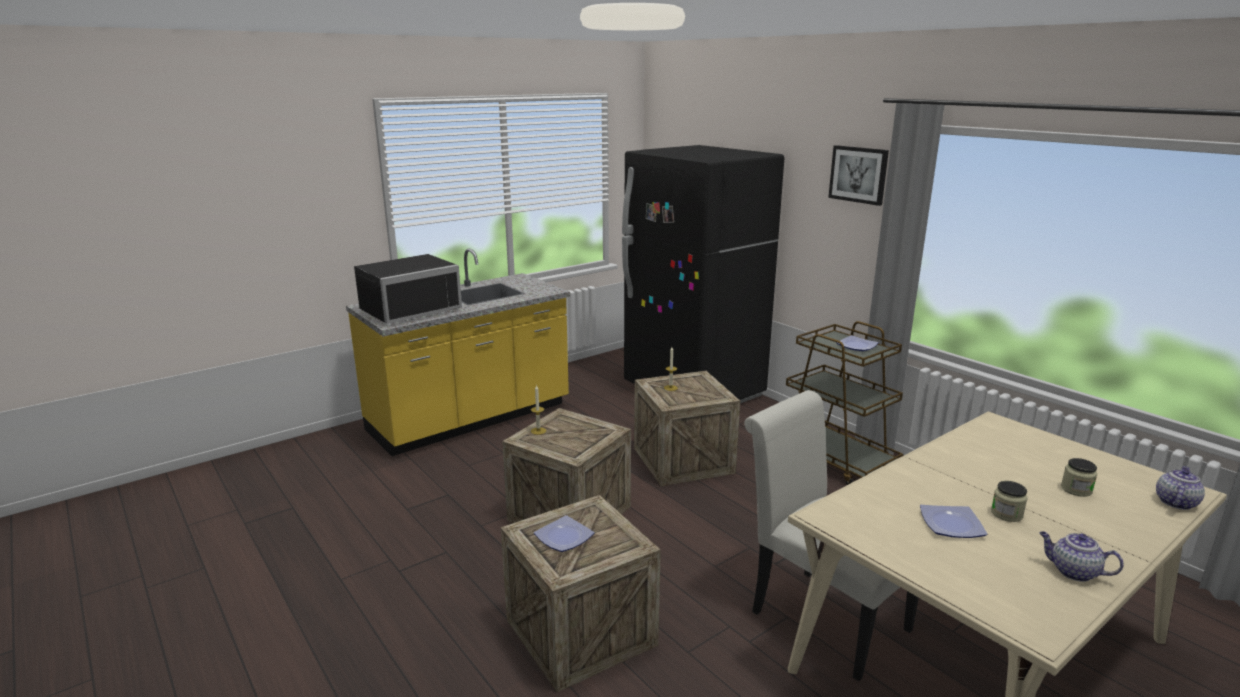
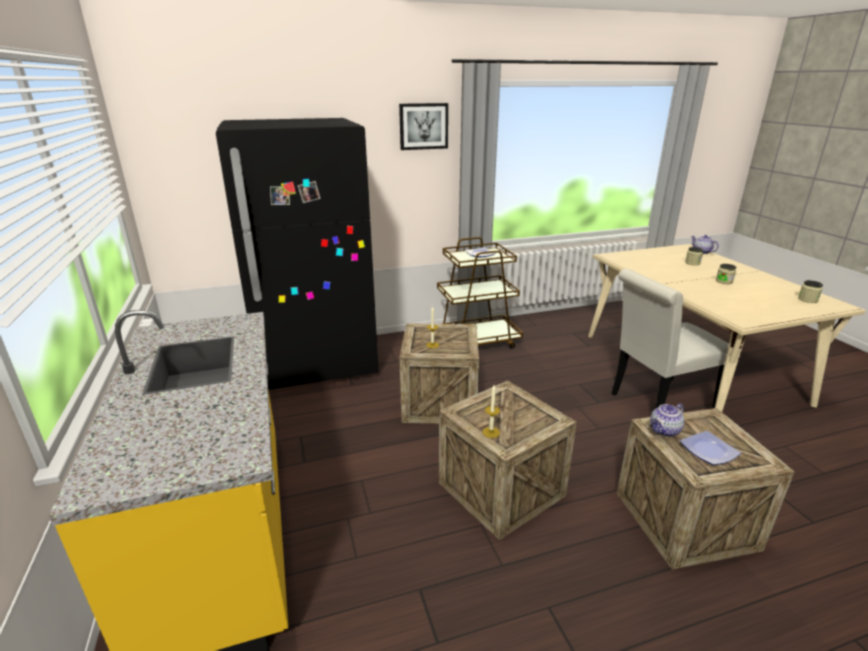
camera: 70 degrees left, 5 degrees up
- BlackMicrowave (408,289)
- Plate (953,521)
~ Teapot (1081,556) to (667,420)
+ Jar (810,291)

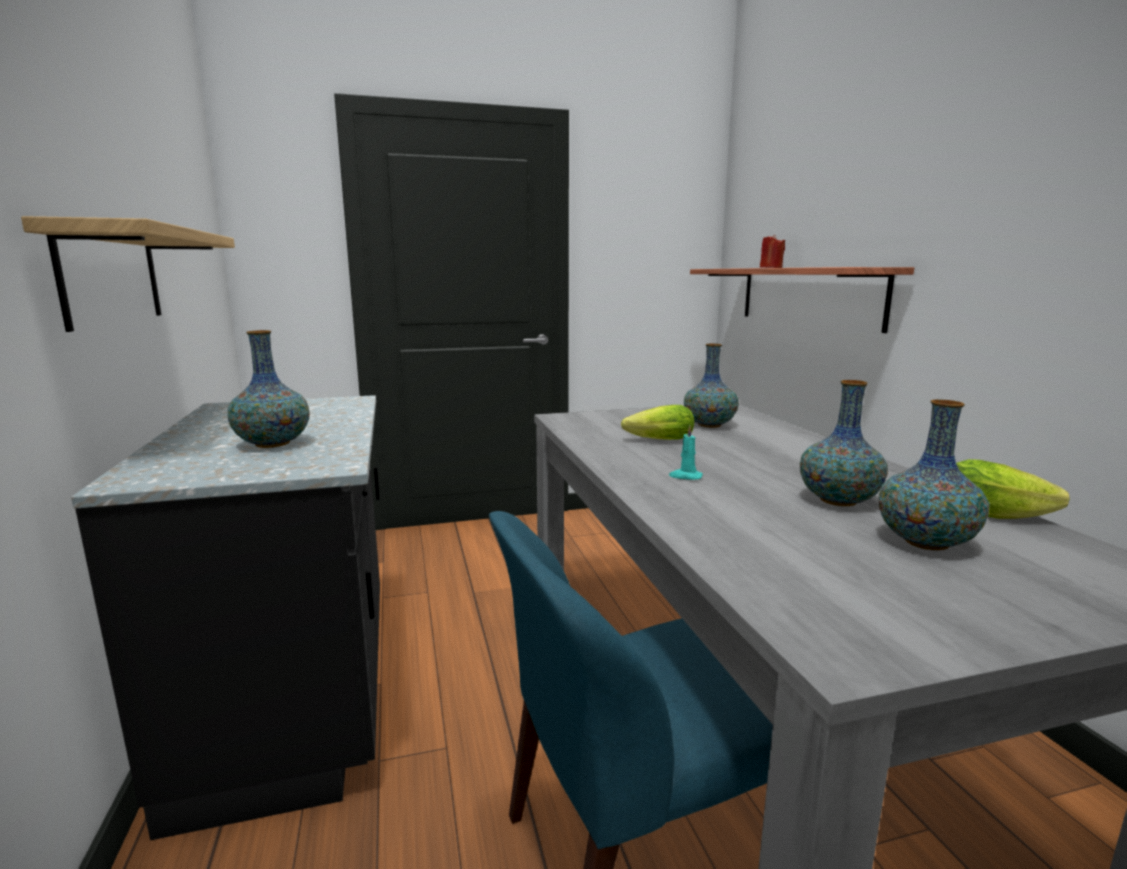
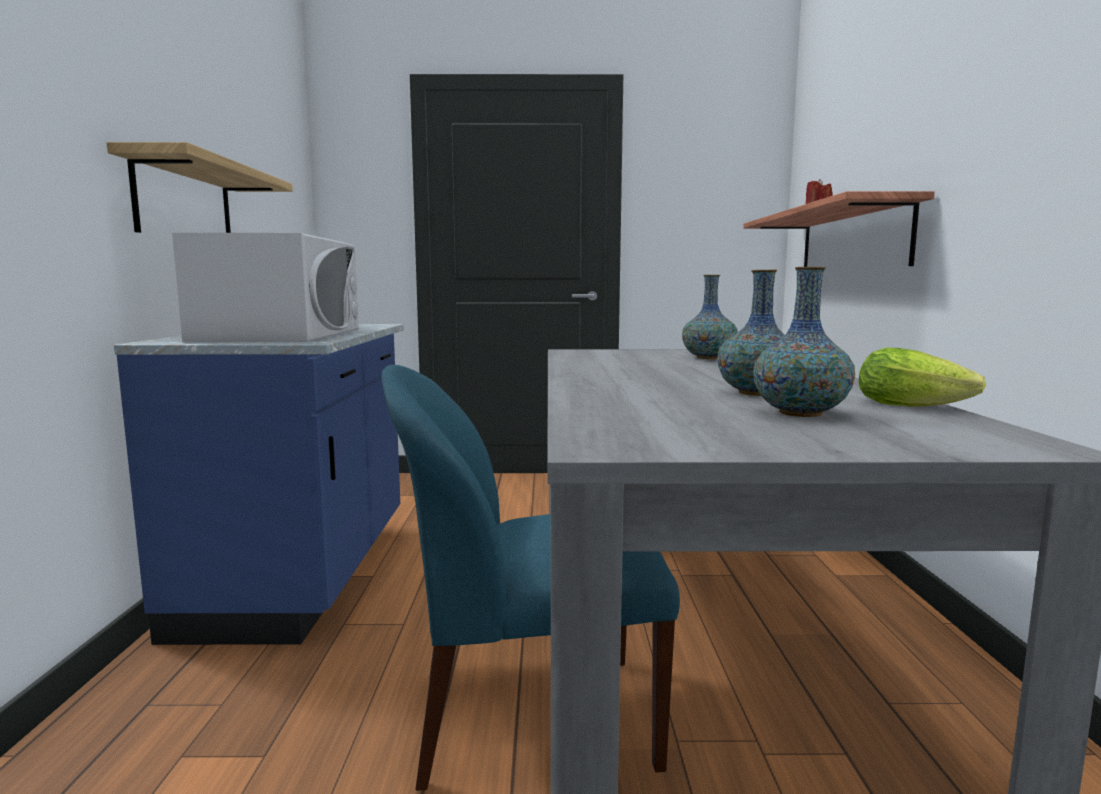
camera: 15 degrees right, 5 degrees down
~ BlackCounter (225,617) to BlueCounter (259,484)
~ Vase (269,389) to WhiteMicrowave (265,287)
- Lettuce (657,422)
- TurquoiseCandle (686,452)

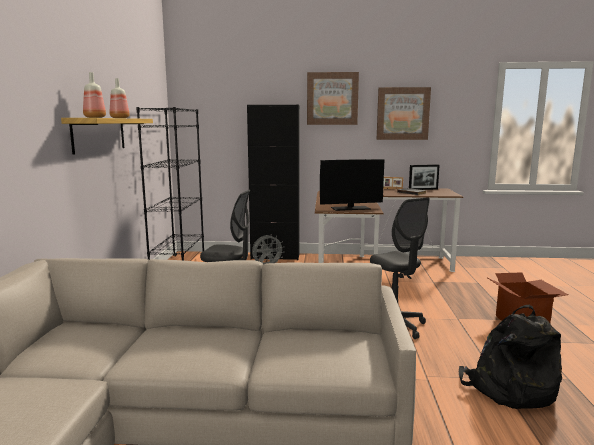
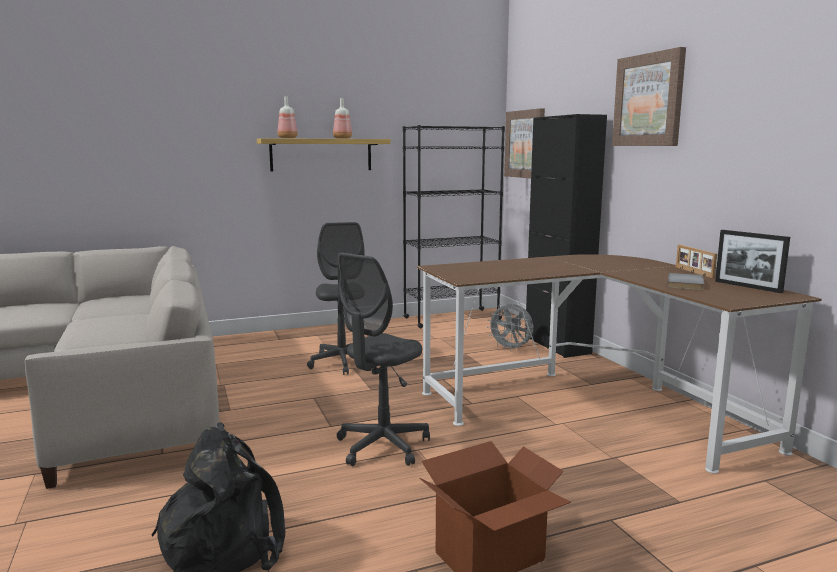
camera: 65 degrees right, 0 degrees up
- Monitor (352,185)
~ Picture (404,113) to (524,143)

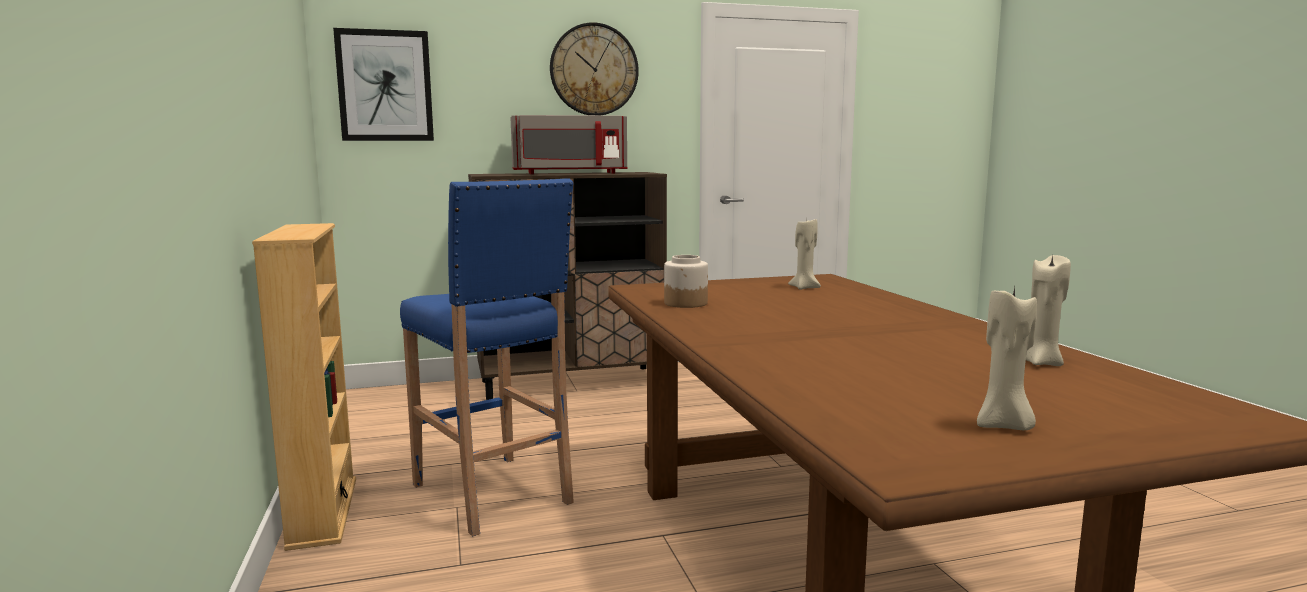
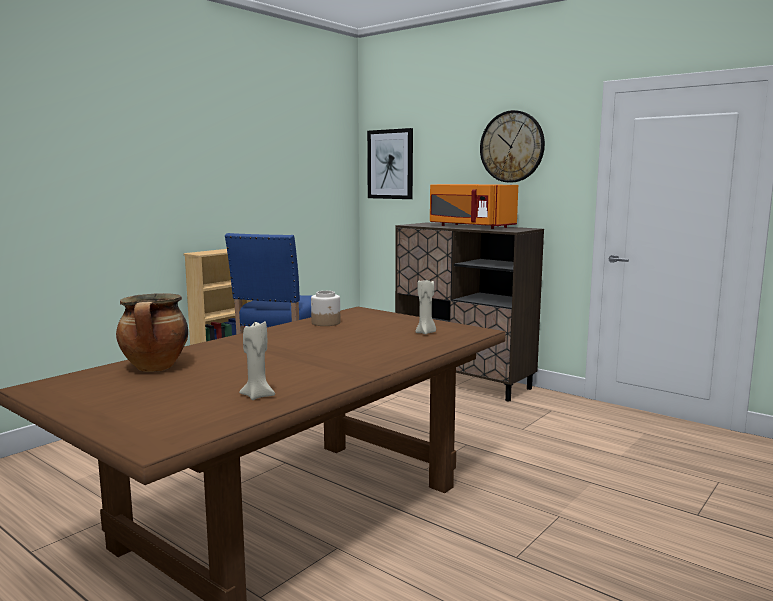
camera: 55 degrees right, 0 degrees up
~ GreyMicrowave (569,144) to OrangeMicrowave (474,206)
- BeigeCandle (1007,358)
+ CookingPot (152,332)

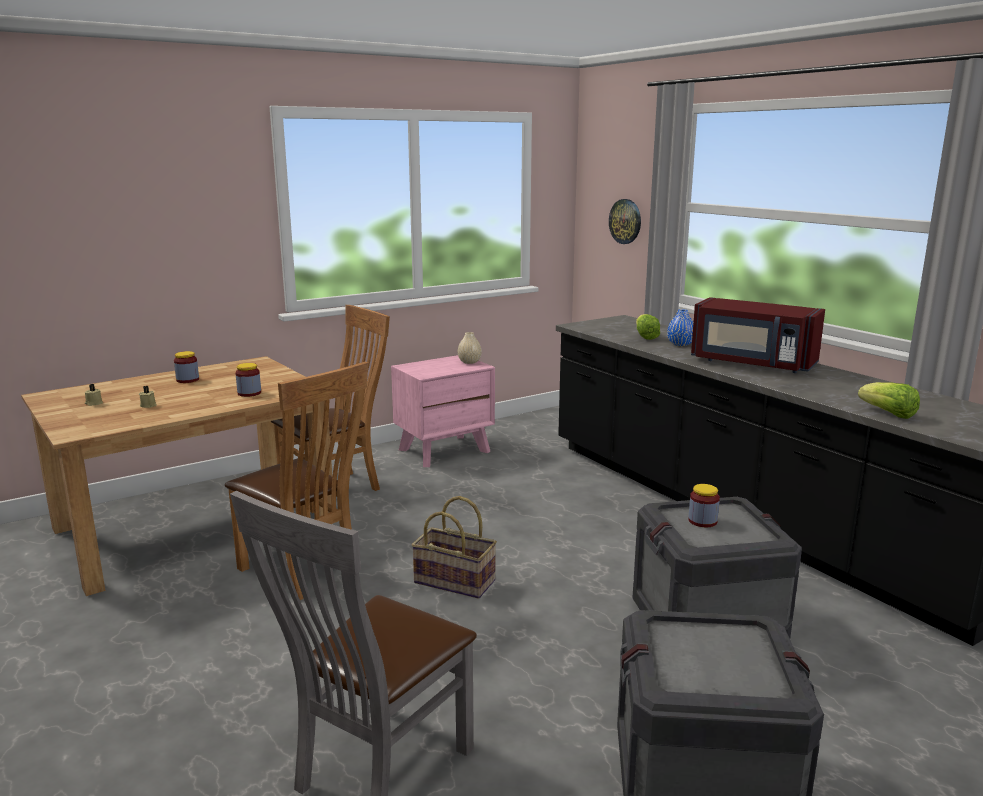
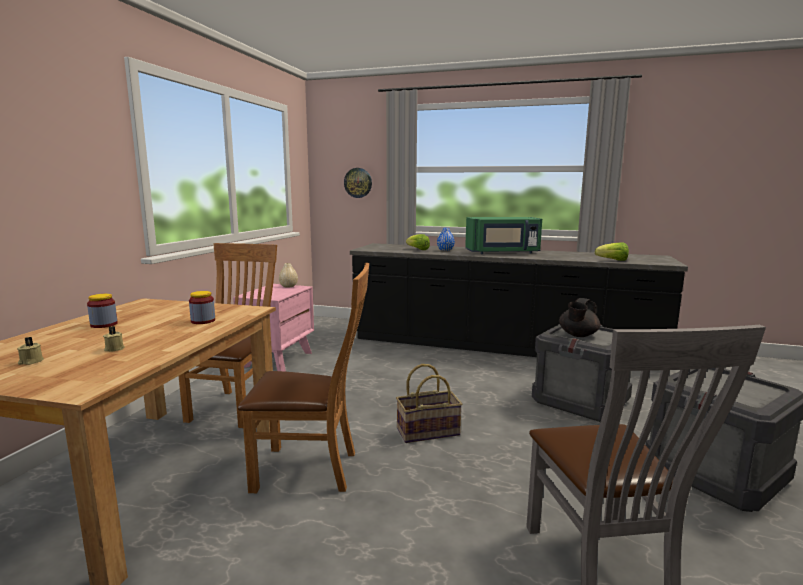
camera: 40 degrees left, 5 degrees down
~ Jar (704,505) to BlackTeapot (579,317)
~ RedMicrowave (758,335) to GreenMicrowave (503,235)

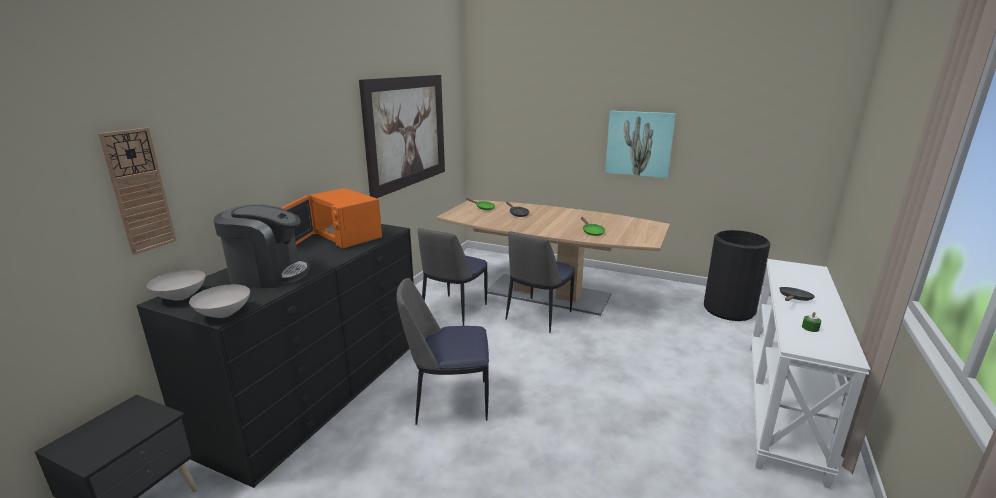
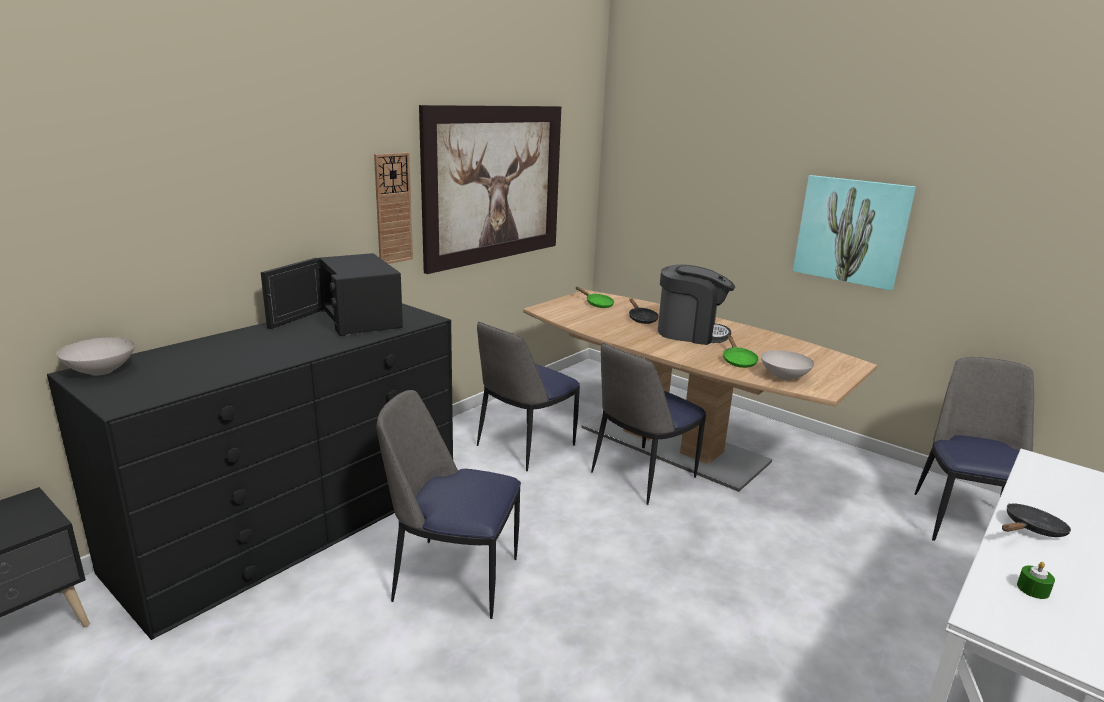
camera: 15 degrees right, 0 degrees up
~ WallClock (137,191) to (393,208)
~ WhiteBowl (219,301) to (787,365)
~ CoffeeMachine (261,246) to (696,304)
~ OrangeMicrowave (331,218) to BlackMicrowave (332,294)
~ BlackTrashCan (737,275) to Chair (974,449)

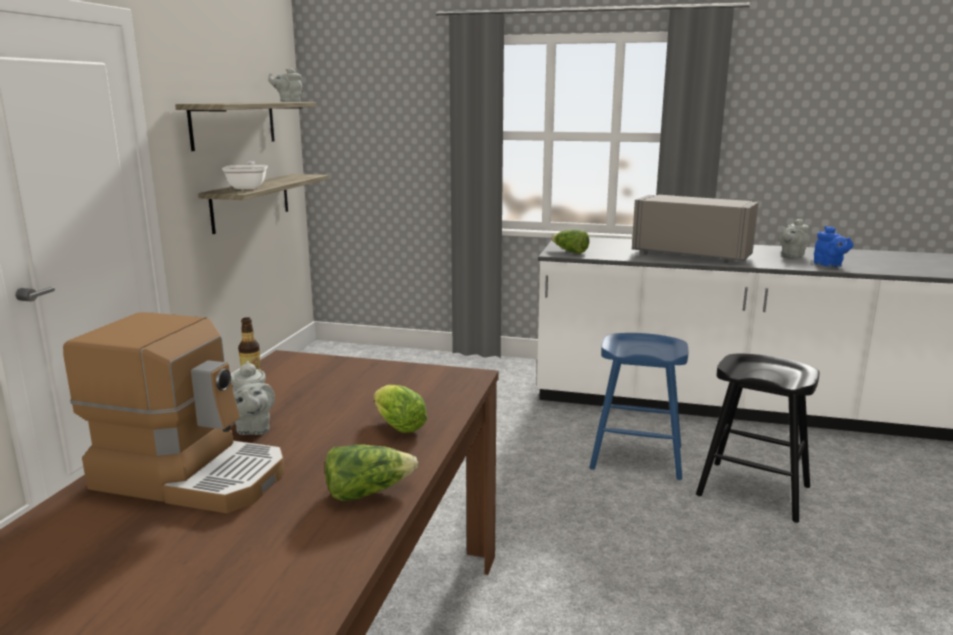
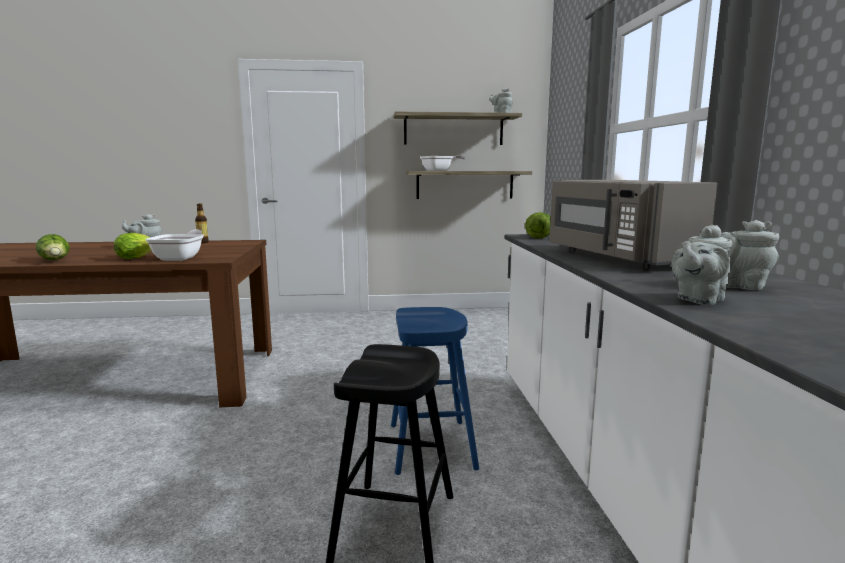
camera: 70 degrees right, 5 degrees down
- CoffeeMachine (174,412)
~ GreyMicrowave (695,229) = (633,224) 150 degrees clockwise
~ BlueTeapot (834,246) to GreyTeapot (701,265)
+ FryingPan (175,245)

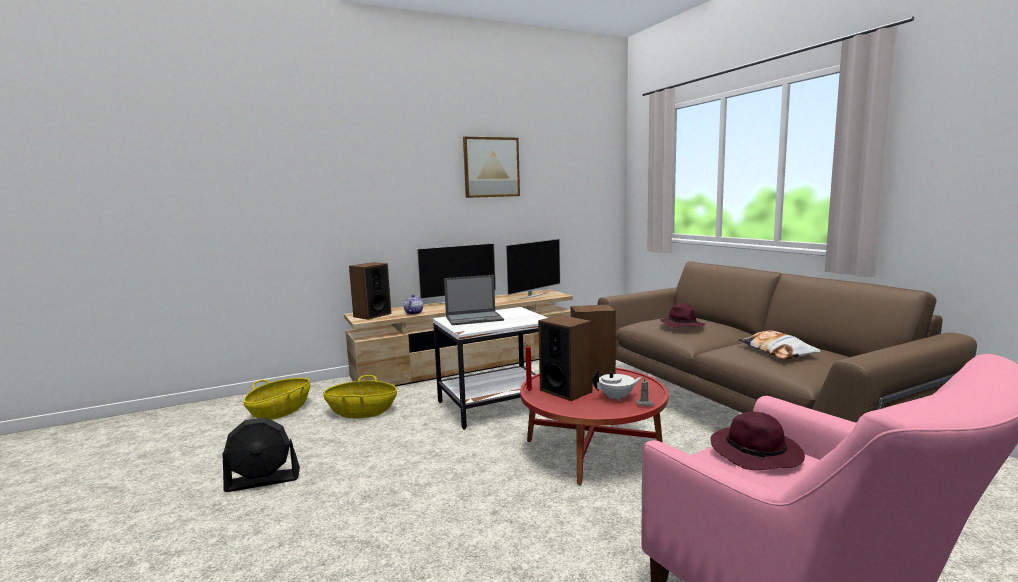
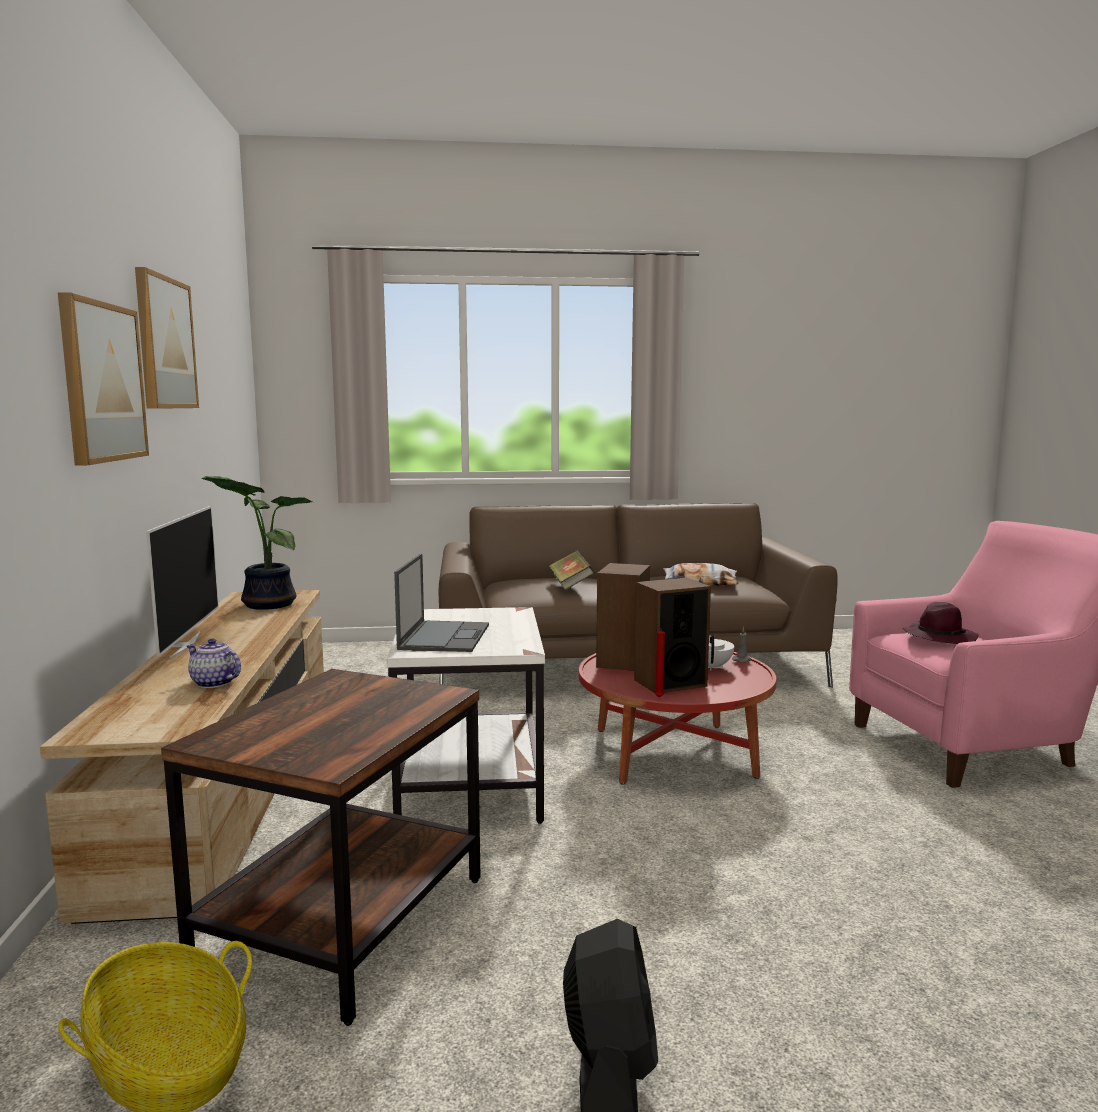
camera: 70 degrees left, 0 degrees up
~ Basket (360,396) to BrownSideTable (320,847)
- Speaker (370,291)
~ Television (533,268) to PottedPlant (256,543)
~ PurpleHat (682,315) to Book (571,570)
+ Picture (103,378)

